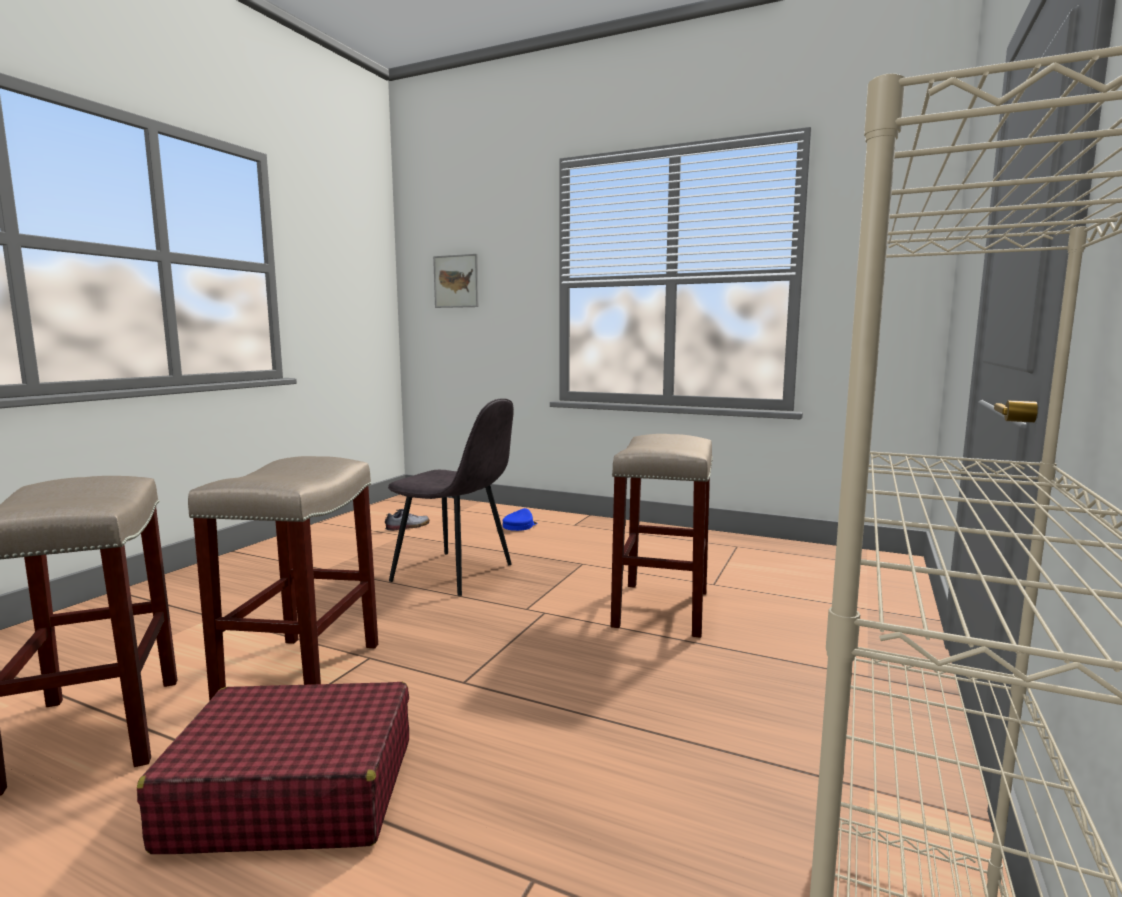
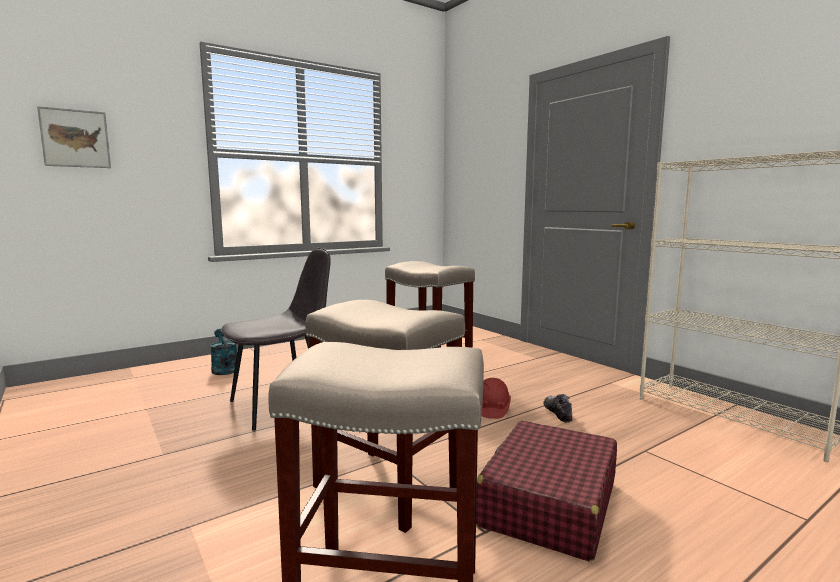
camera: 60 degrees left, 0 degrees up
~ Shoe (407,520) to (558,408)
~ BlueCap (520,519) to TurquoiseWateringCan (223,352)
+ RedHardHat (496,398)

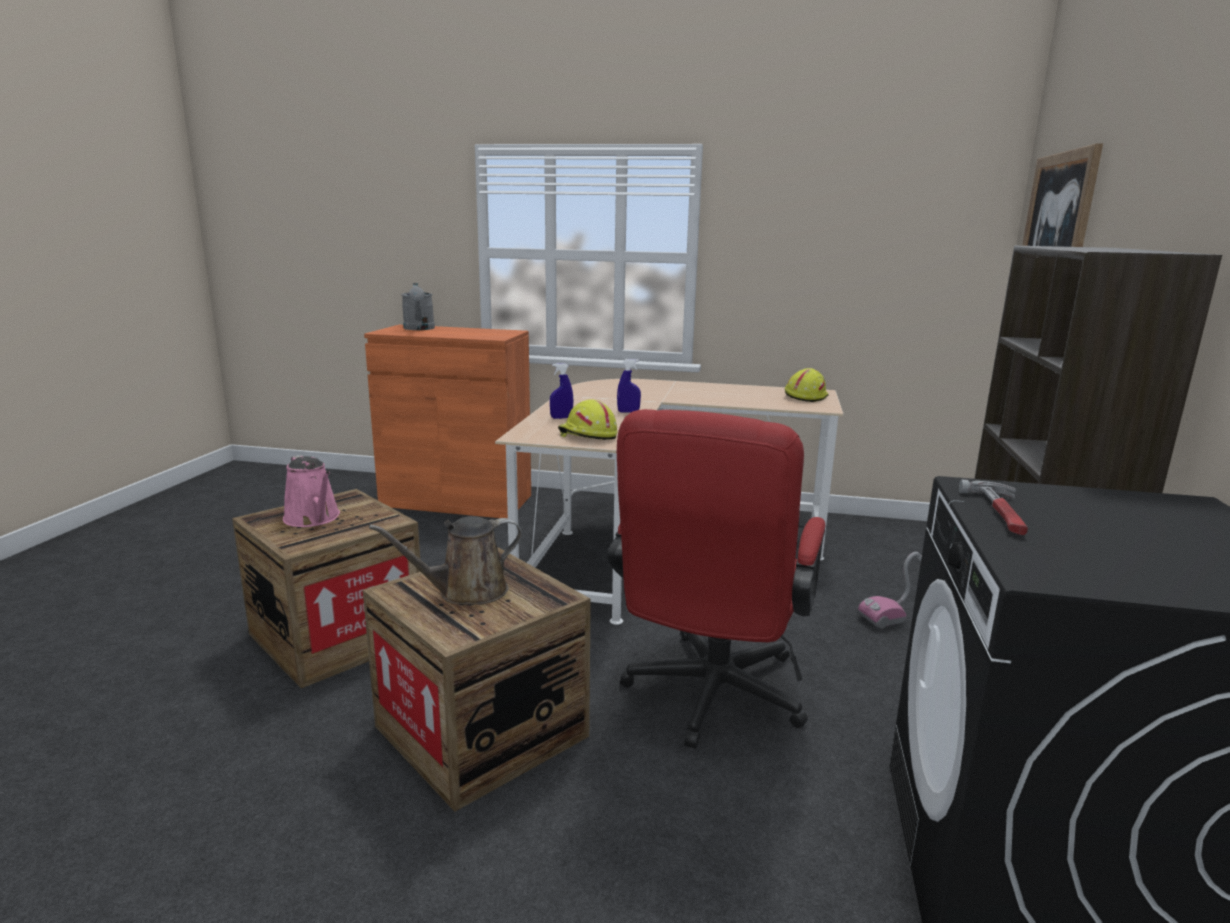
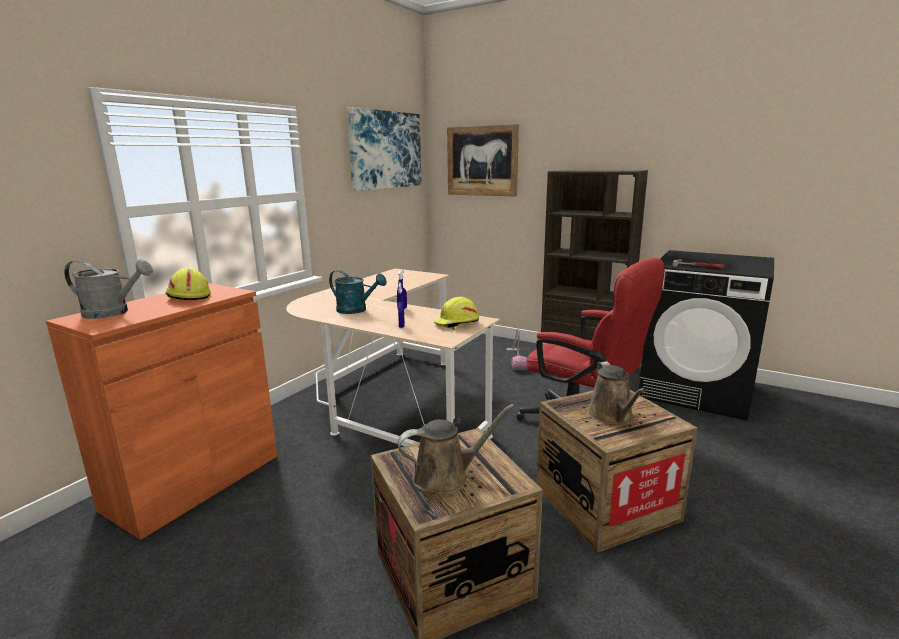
camera: 70 degrees left, 0 degrees up
~ PinkWateringCan (311,491) to BrownWateringCan (456,449)
~ YellowHardHat (807,385) to (188,284)
+ TurquoiseWateringCan (358,292)
+ Picture (384,149)

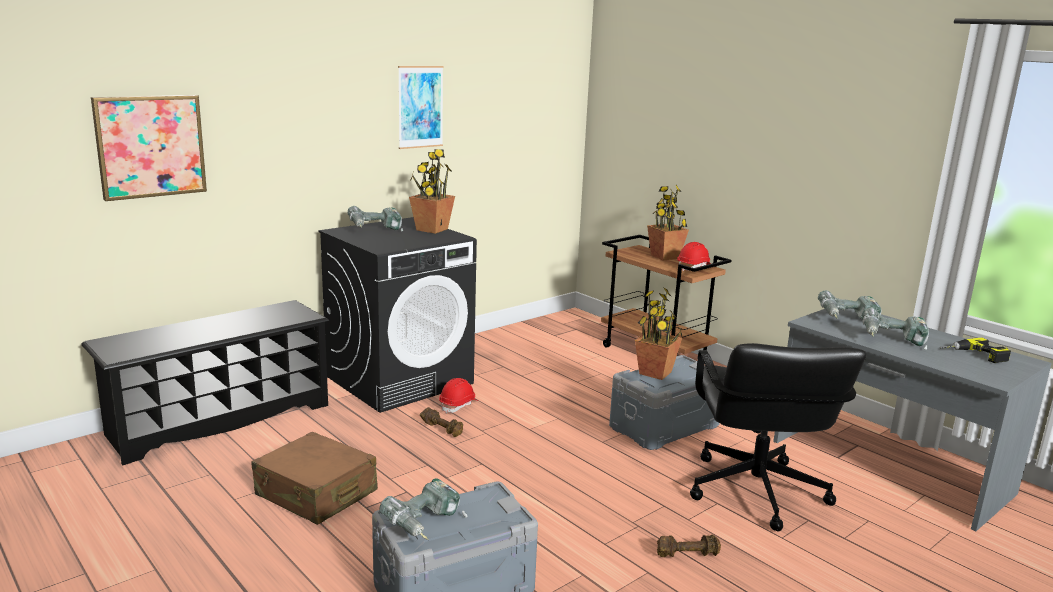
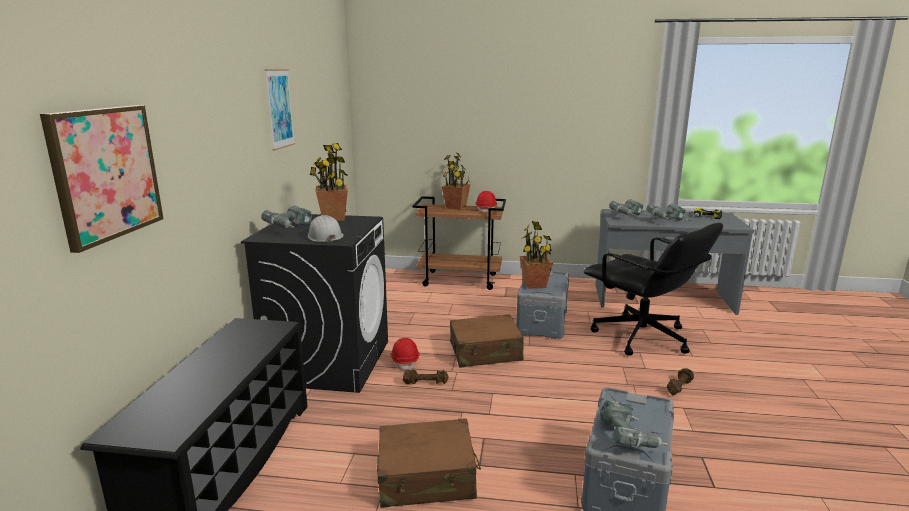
camera: 40 degrees left, 0 degrees up
+ WhiteHardHat (325,229)
+ BrownSuitcase (487,341)

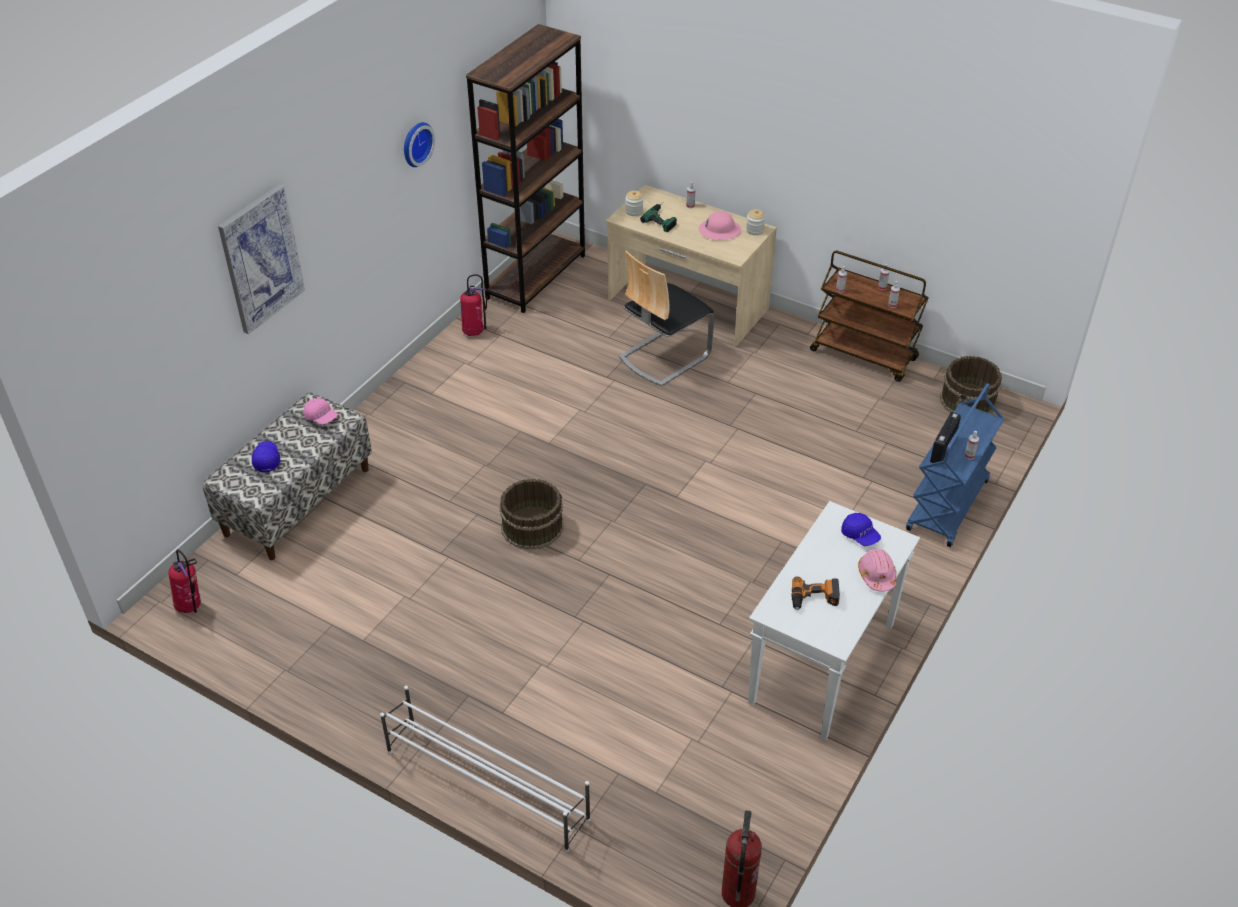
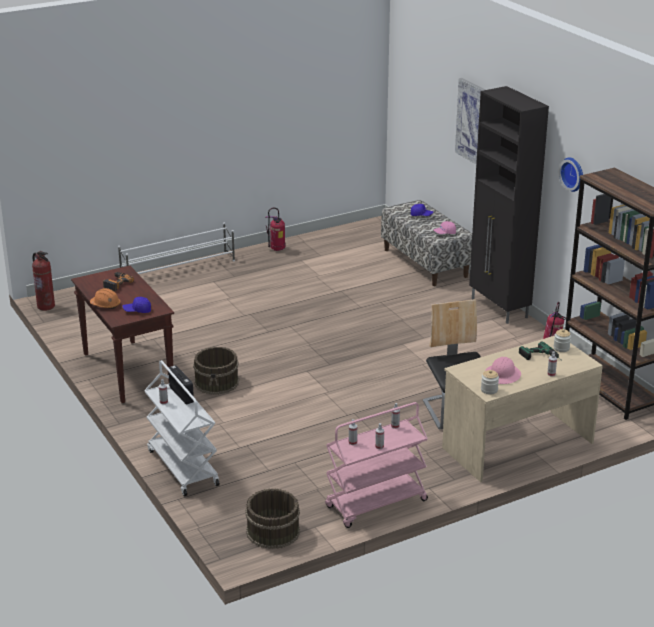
camera: 120 degrees right, 15 degrees down
~ FireExtinguisher (184,581) to (275,229)
~ BrownBucket (532,514) to (216,371)
~ WhiteConsoleTable (834,620) to BrownConsoleTable (122,334)
~ BrownCart (869,316) to PinkCart (376,465)
~ PinkHardHat (877,570) to OrangeHardHat (105,298)
~ BlueCart (955,465) to WhiteCart (182,428)
+ BlackCabinet (509,205)

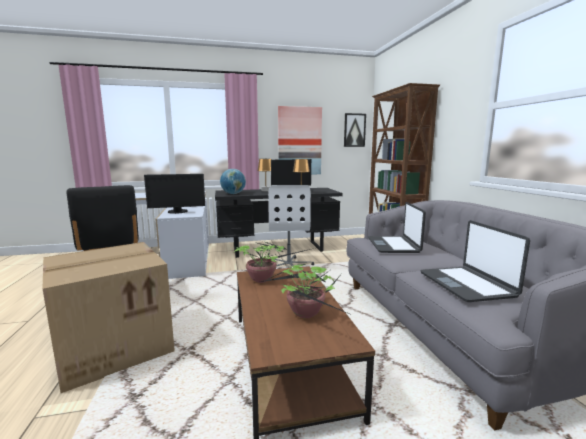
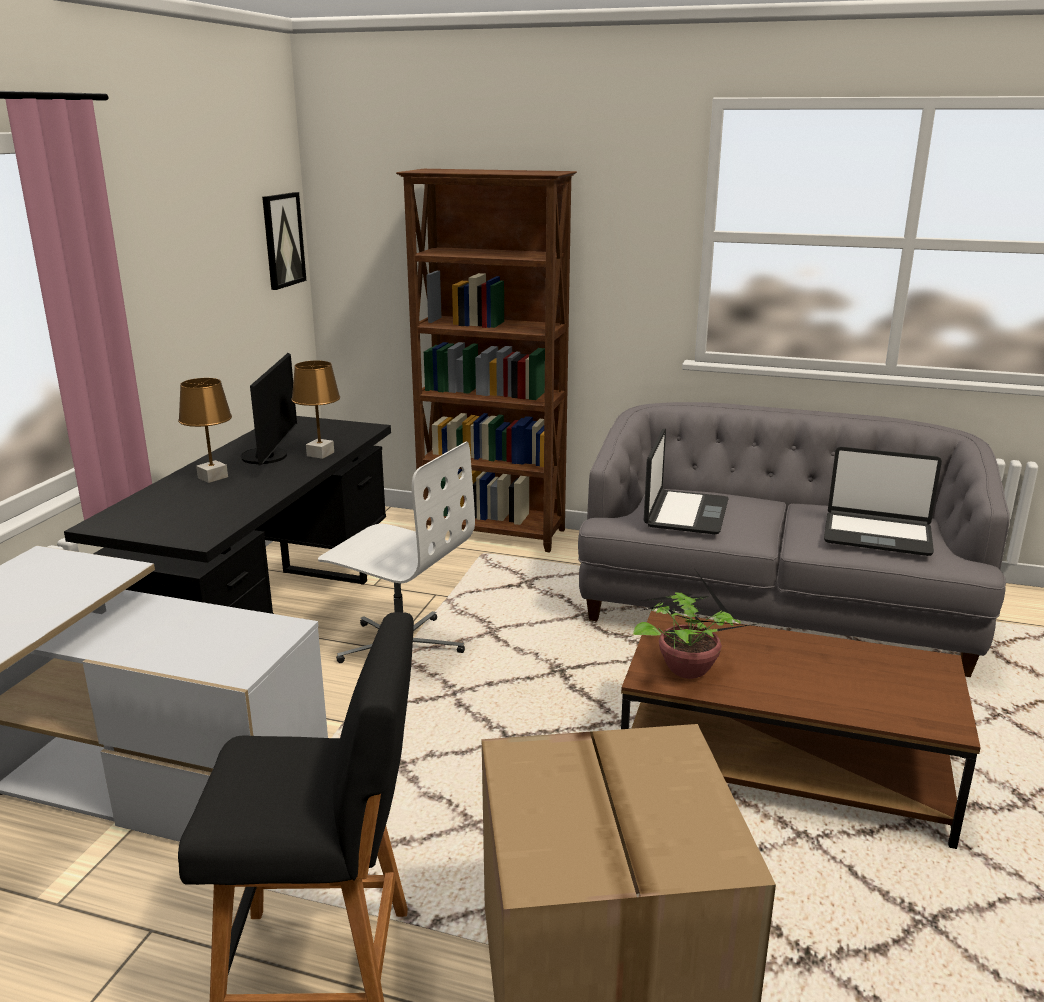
camera: 60 degrees left, 10 degrees up
- Monitor (174,194)
- Globe (233,181)
- PottedPlant (307,291)
- Picture (300,140)
~ Laptop (397,227) = (686,481) 105 degrees counterclockwise

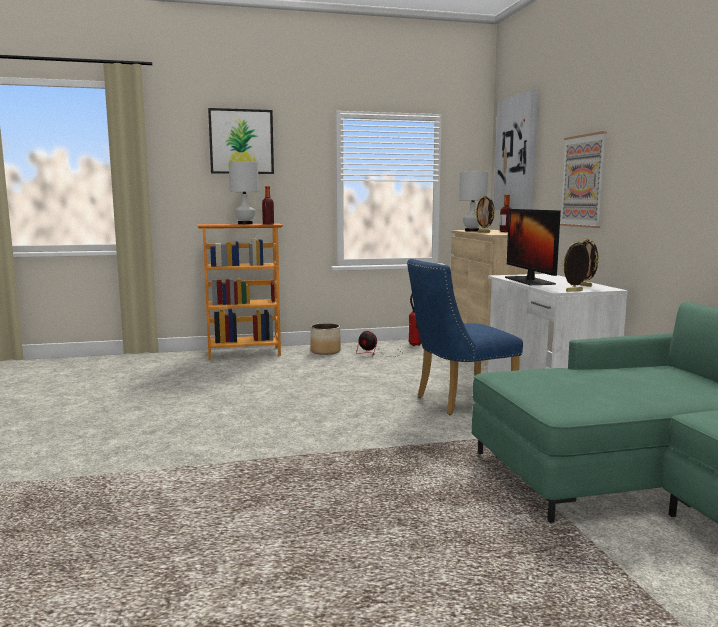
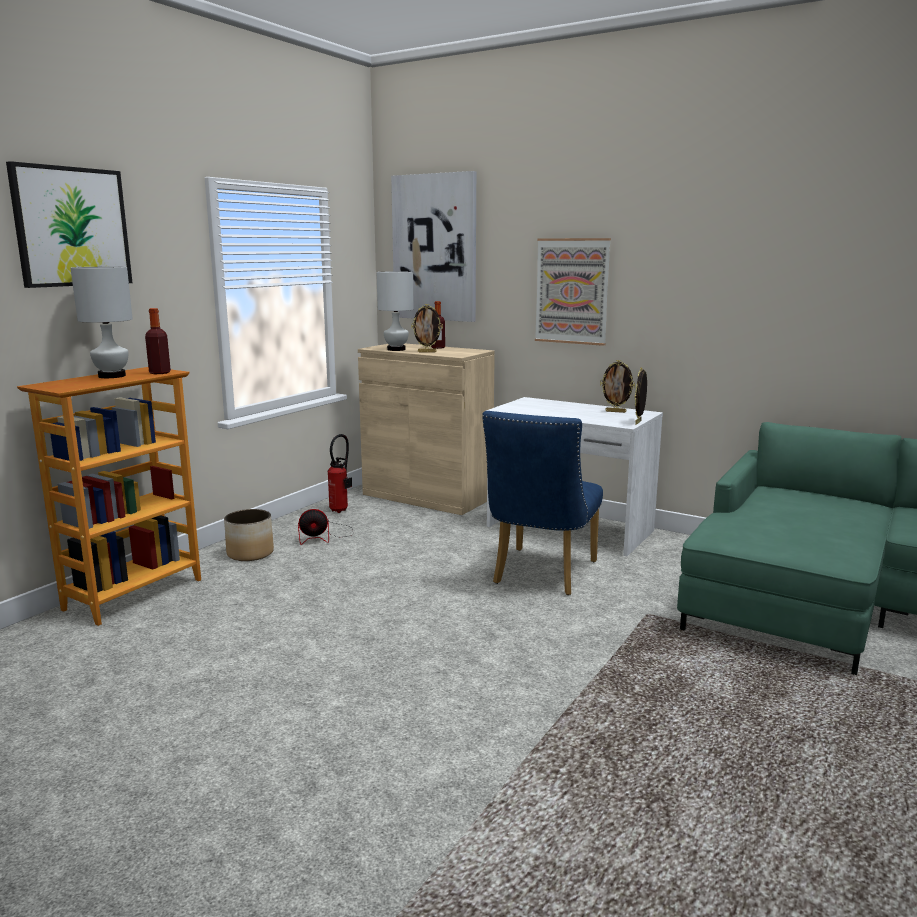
camera: 45 degrees left, 5 degrees up
- Monitor (533,247)

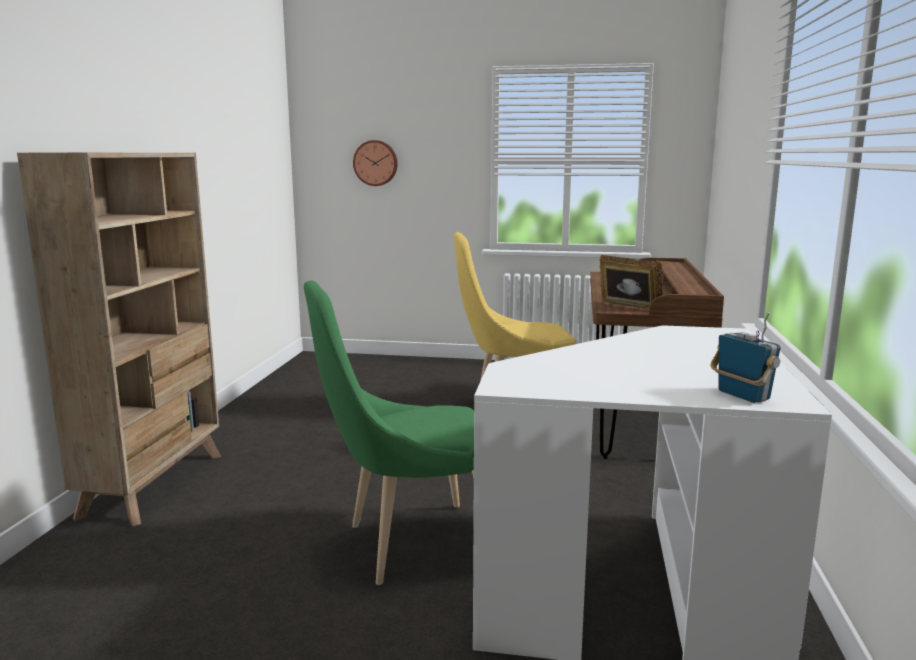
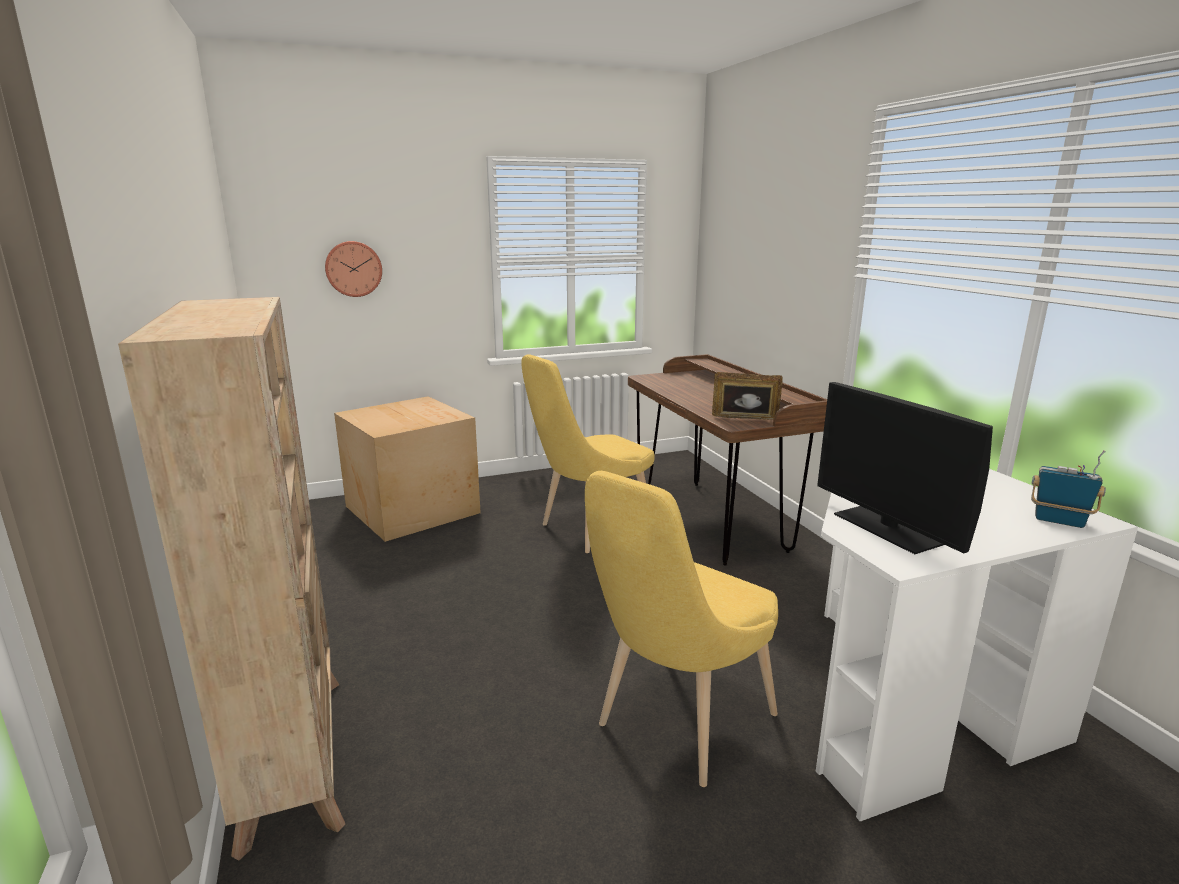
camera: 30 degrees left, 5 degrees up
~ GreenChair (389,432) to YellowChair (681,629)
+ CardboardBox (407,469)
+ Monitor (905,468)

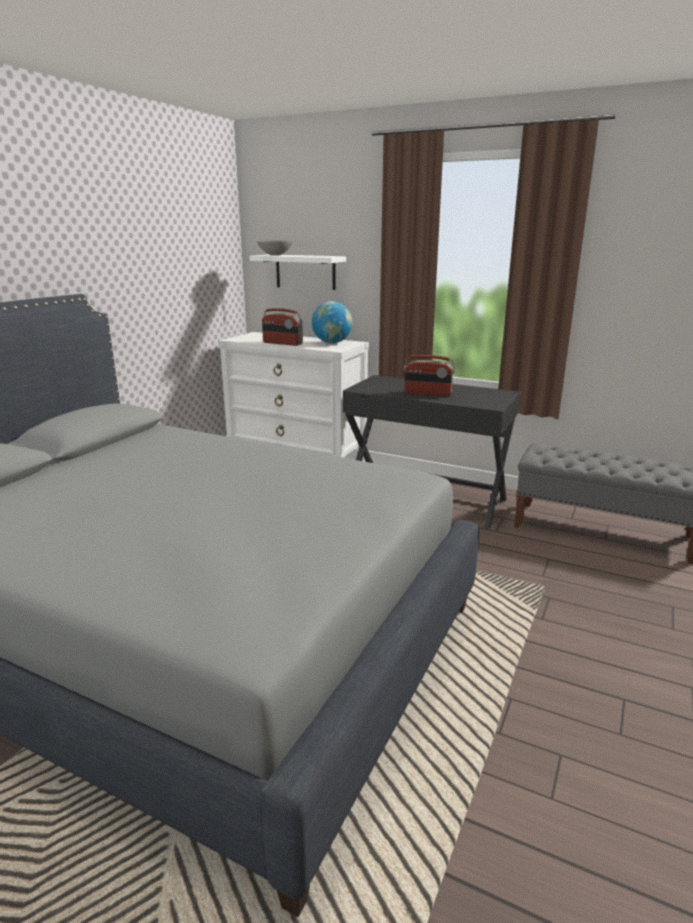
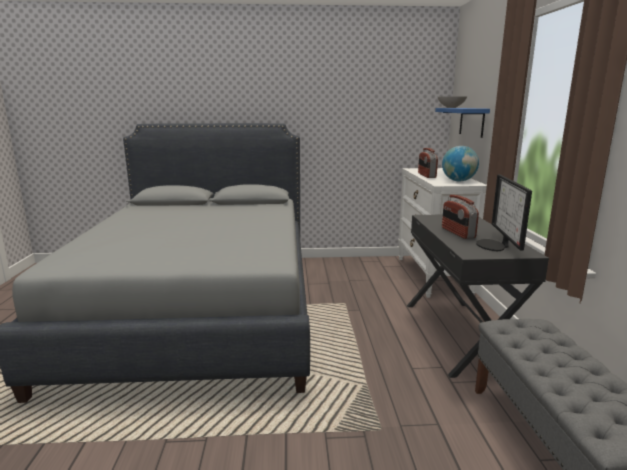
camera: 60 degrees right, 5 degrees down
~ WhiteShelf (297,272) to BlueShelf (462,123)
+ Monitor (504,213)

